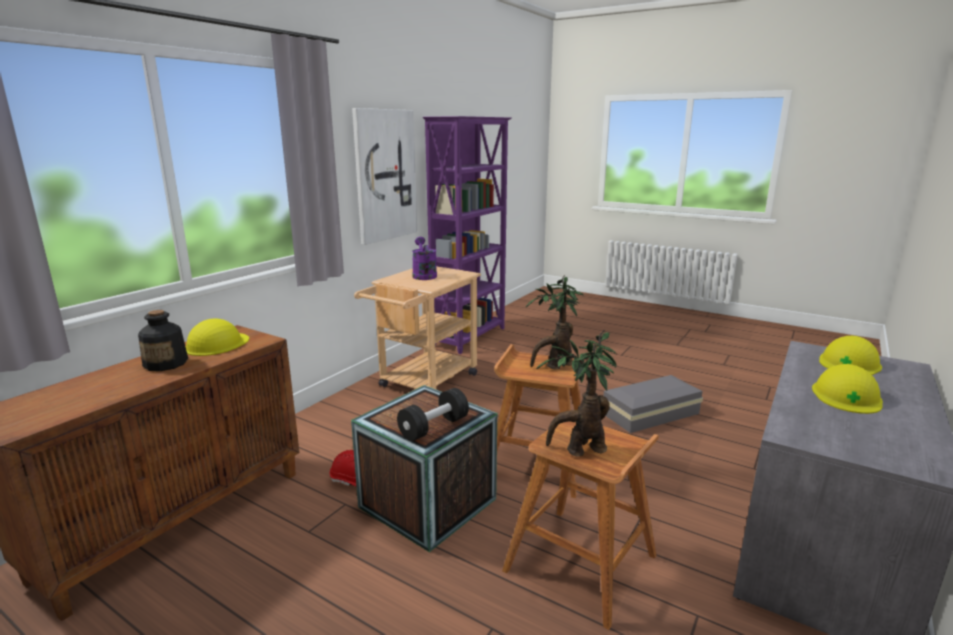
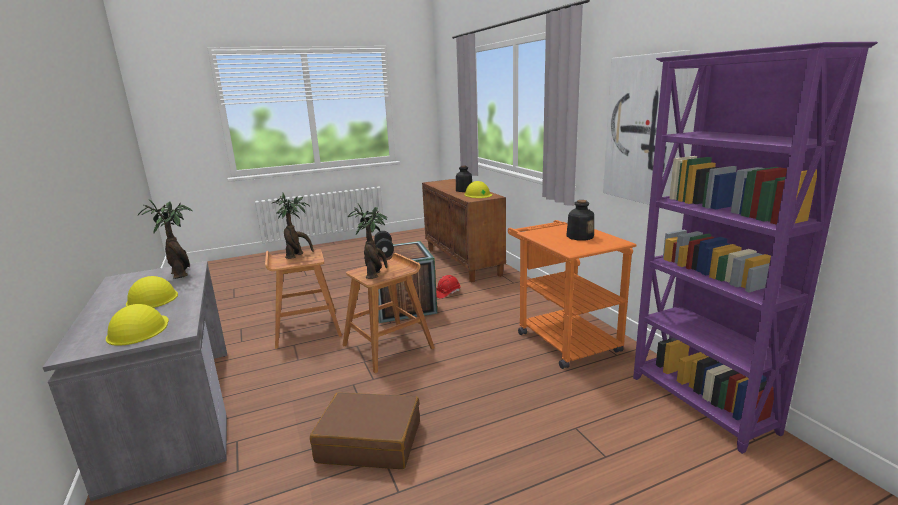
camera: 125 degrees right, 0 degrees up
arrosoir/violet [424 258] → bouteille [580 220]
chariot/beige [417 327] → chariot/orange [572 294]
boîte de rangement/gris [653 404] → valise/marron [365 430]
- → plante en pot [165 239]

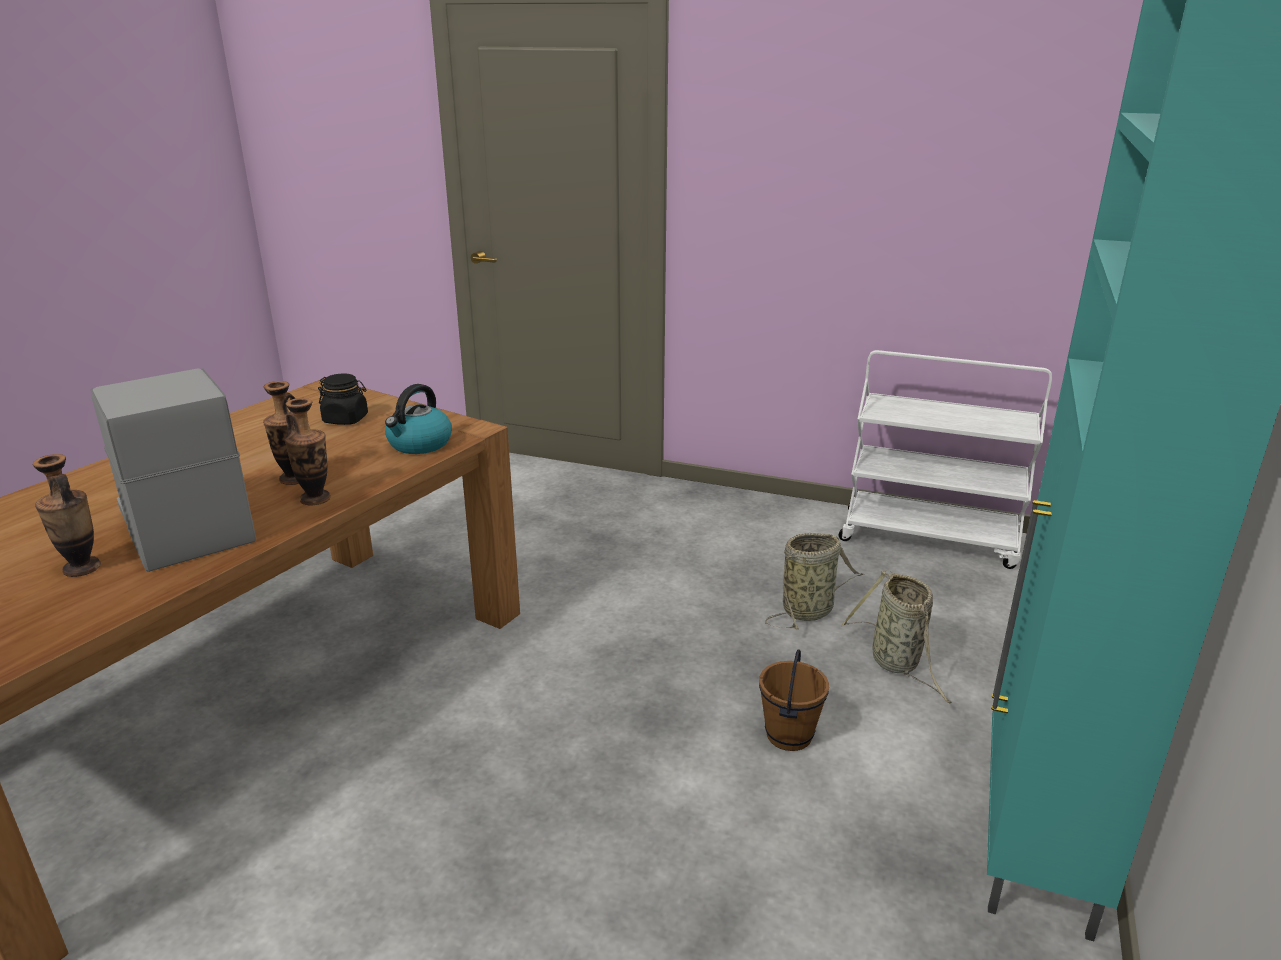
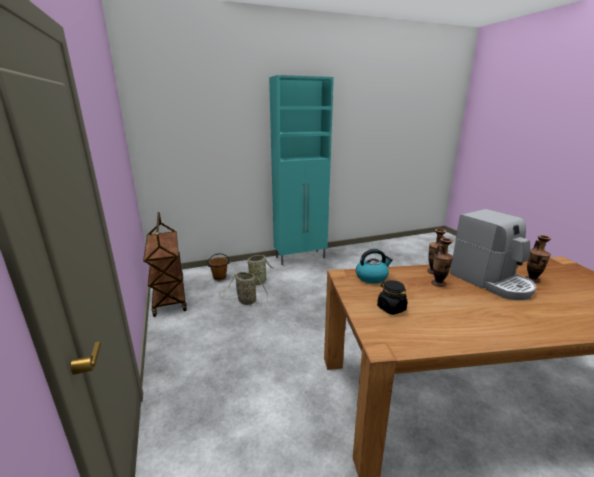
camera: 130 degrees left, 5 degrees down
chariot/blanc [945 459] → chariot/marron [165 264]
machine à café [173 470] → machine à café [493 254], 45 degrees counterclockwise
seau/marron [794 700] → seau/marron [218 267], shifted

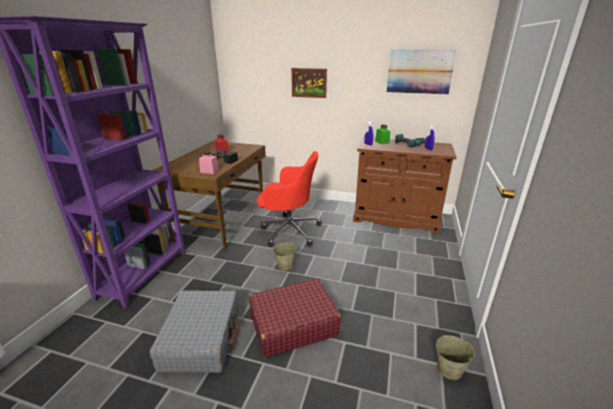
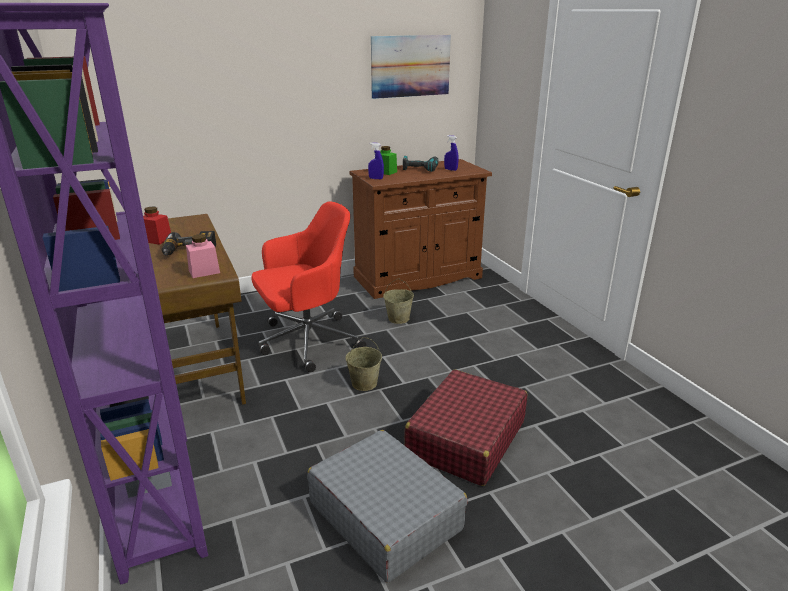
camera: 40 degrees left, 0 degrees up
tableau [309 83] → -
seau/beige [455 356] → seau/beige [398 301], shifted

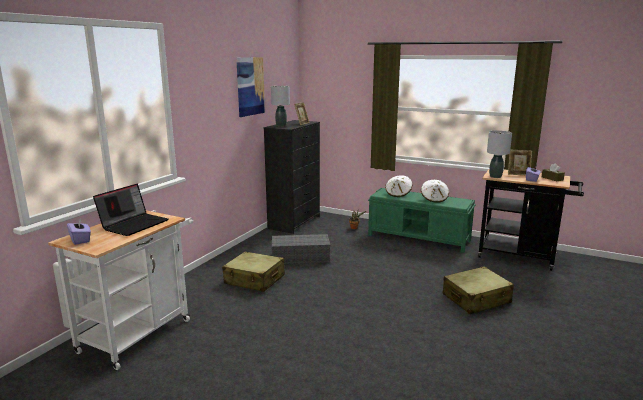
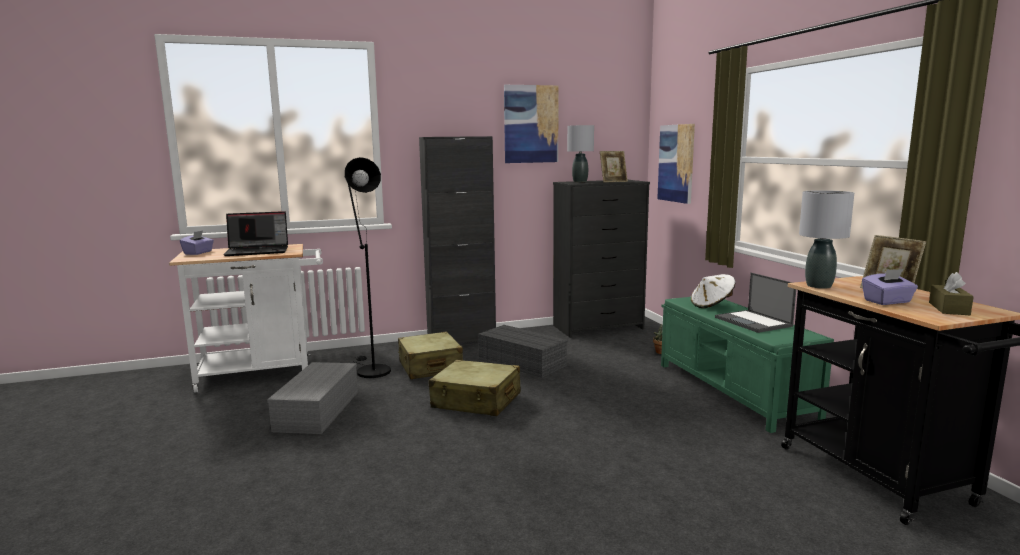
camera: 45 degrees right, 5 degrees down
chapeau/blanc [435 191] → ordinateur portable [755 303]
valise/beige [478 290] → valise/beige [475 388], shifted
- → tableau [676 164]
- → meuble de rangement/noir [457 240]
- → lampadaire/noir [367 267]
- → boîte de rangement/gris [312 398]

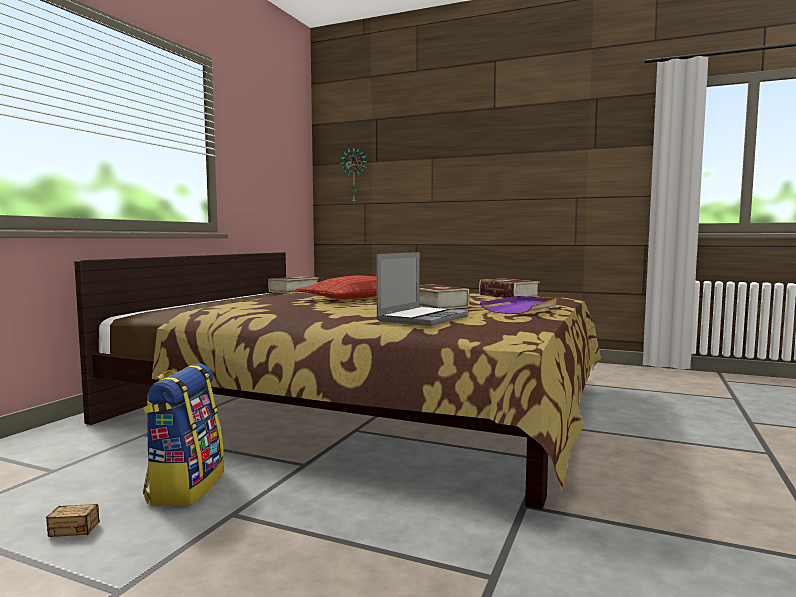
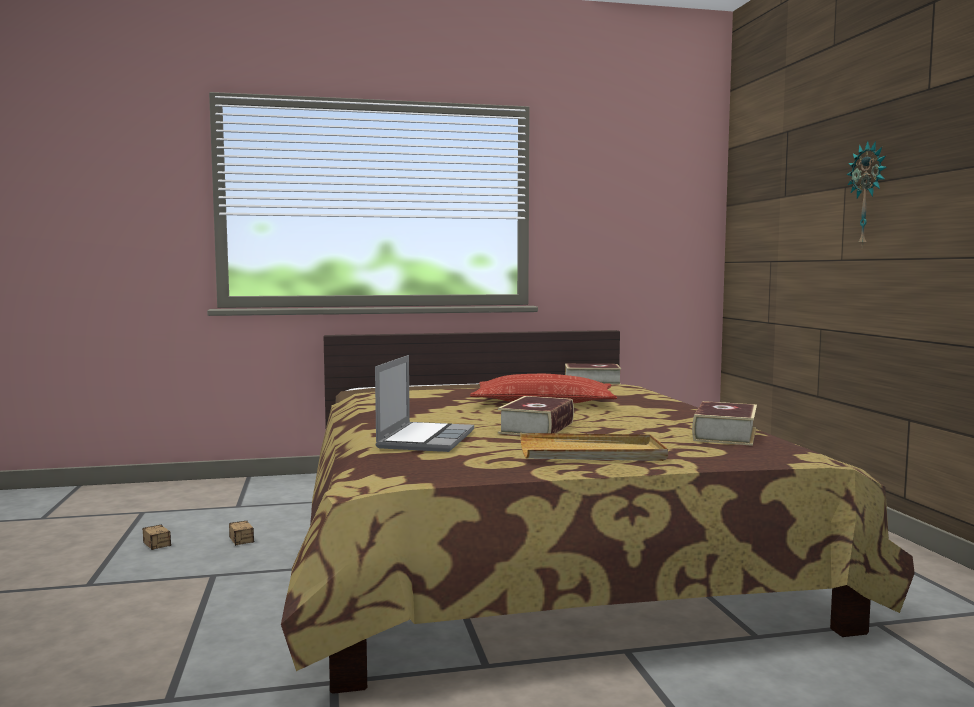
camera: 55 degrees right, 0 degrees up
horloge murale [353 175] → horloge murale [867 194], shifted
ordinateur portable [422 289] → ordinateur portable [424 403], 75 degrees counterclockwise
plateau/violet [518 305] → plateau/beige [594 447]
sac à dos [183 435] → boîte de rangement [245 525]

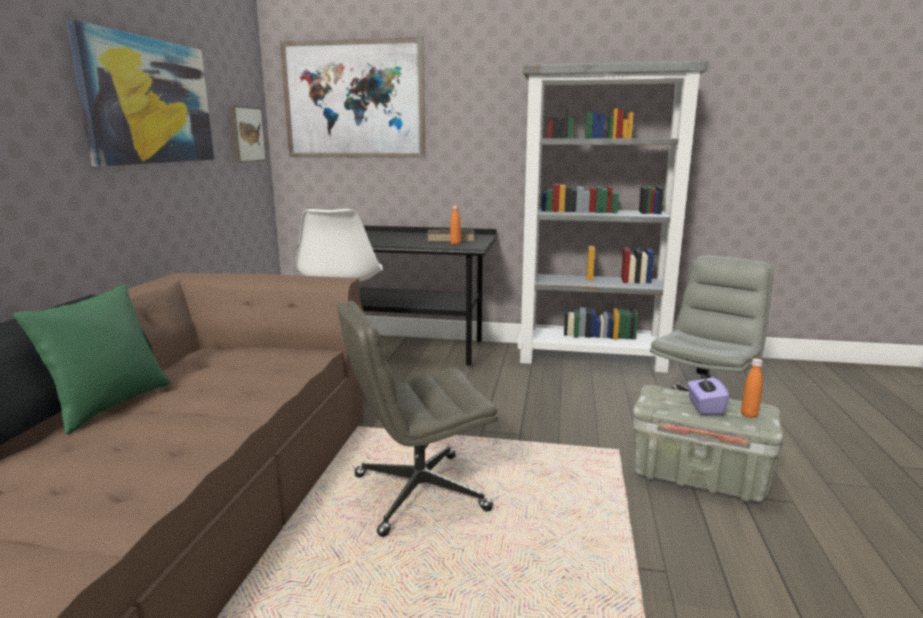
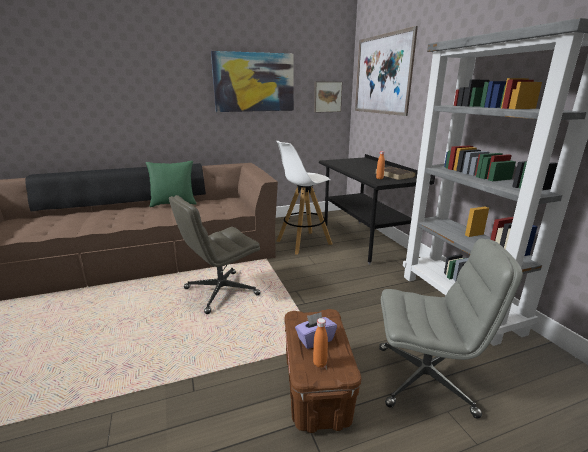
camera: 60 degrees right, 5 degrees up
chaise de bureau/gris [417 419] → chaise de bureau/gris [214 254], 75 degrees counterclockwise
boîte de rangement/gris [708 443] → boîte de rangement/marron [322 371]

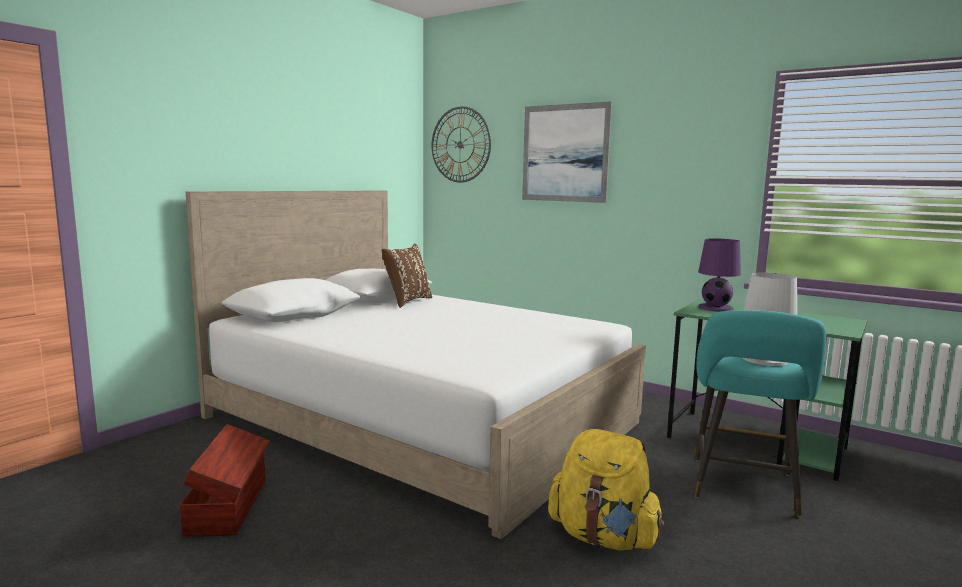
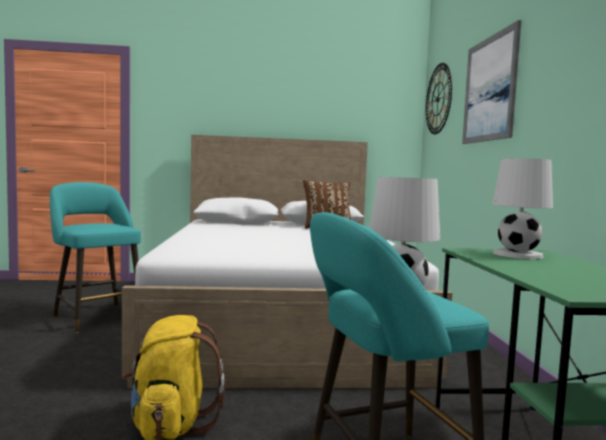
camera: 50 degrees right, 5 degrees down
lampe de table/violet [719 275] → lampe de table/blanc [523 208]
boîte de rangement/marron [225 480] → tabouret/turquoise [95 257]

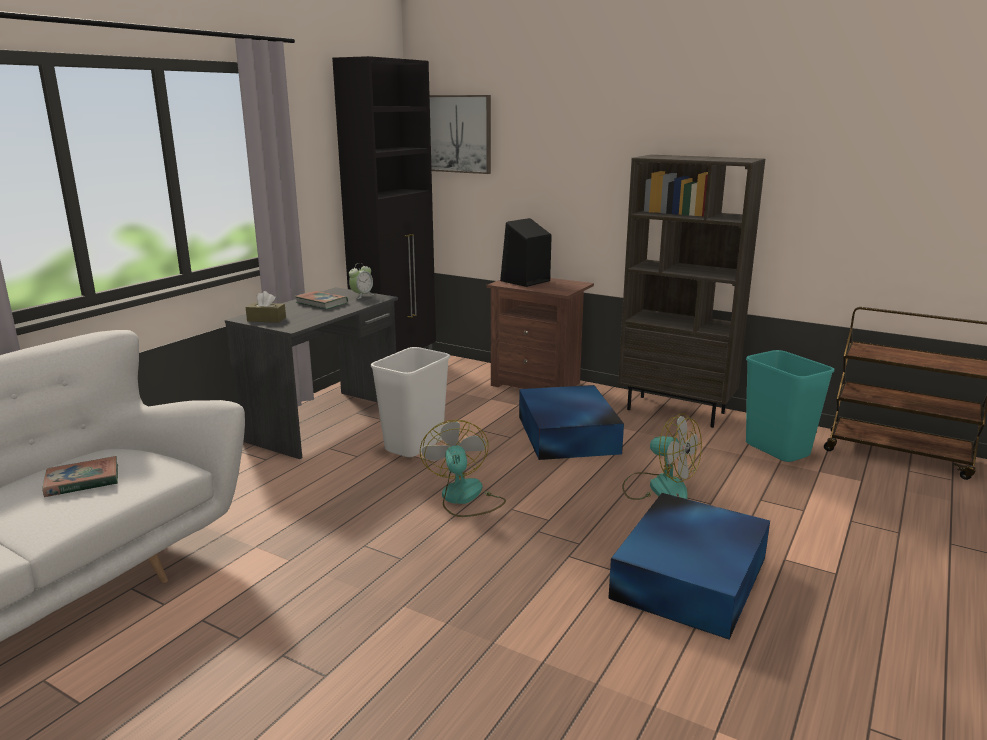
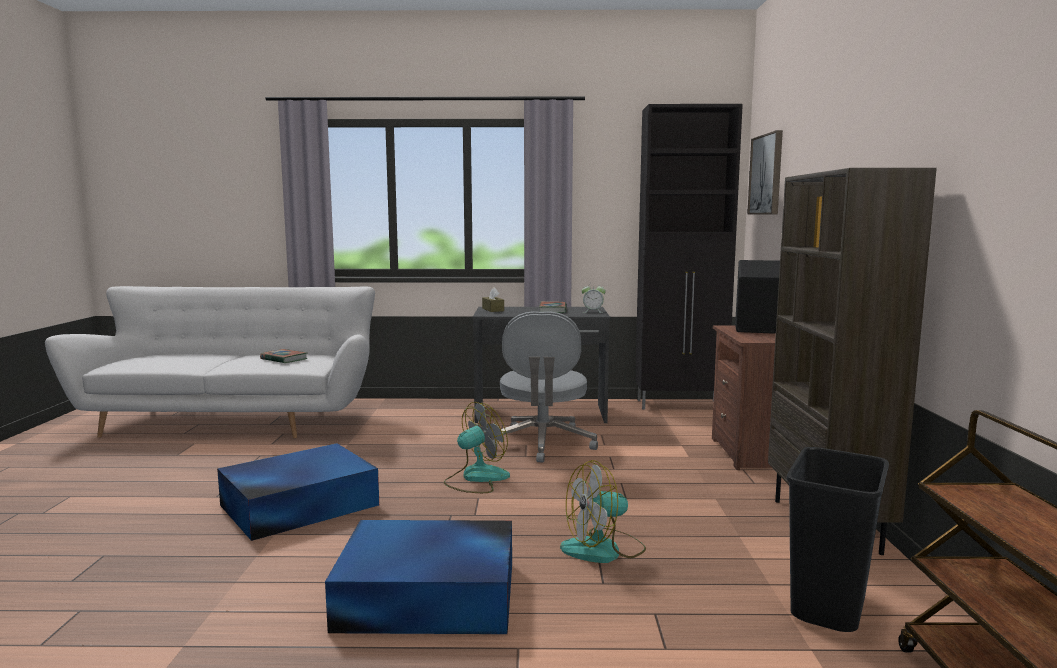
camera: 60 degrees right, 10 degrees down
poubelle/blanc [410 402] → chaise de bureau/gris [543 387]
poubelle/turquoise [790 406] → poubelle/noir [838 539]
boîte de rangement/bleu [571 422] → boîte de rangement/bleu [298 492], shifted
ventilateur [662 457] → ventilateur [603 511], 60 degrees clockwise

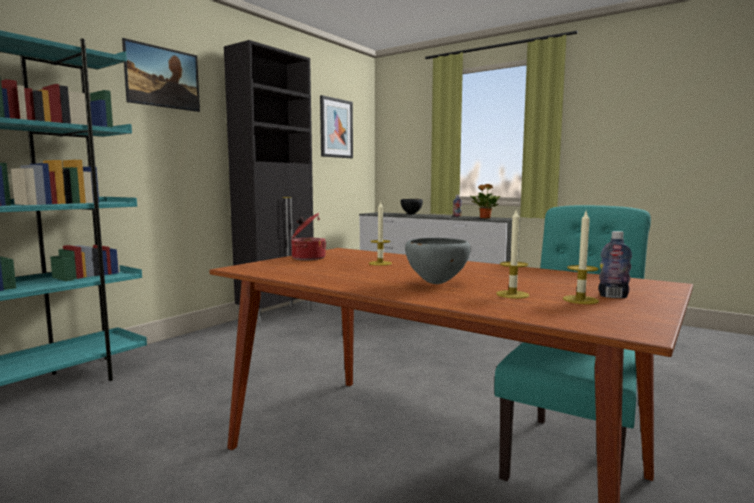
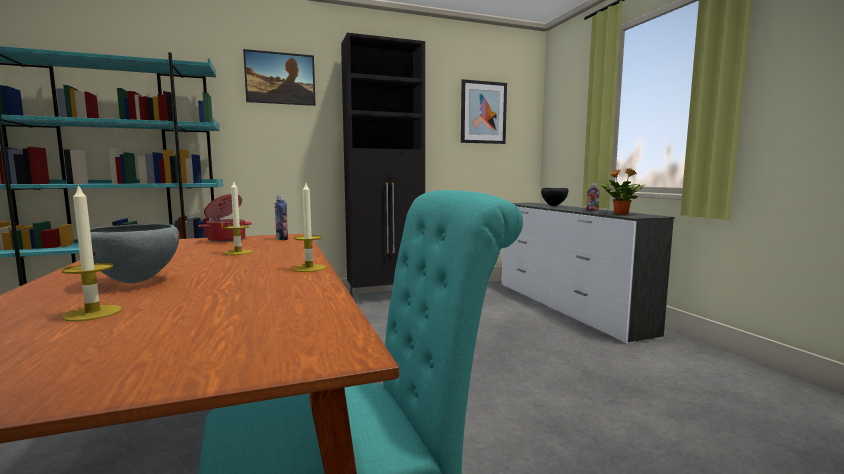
camera: 35 degrees right, 0 degrees up
bougie [581 256] → bougie [309 227], shifted
bouteille [615 264] → bouteille [281 217], shifted

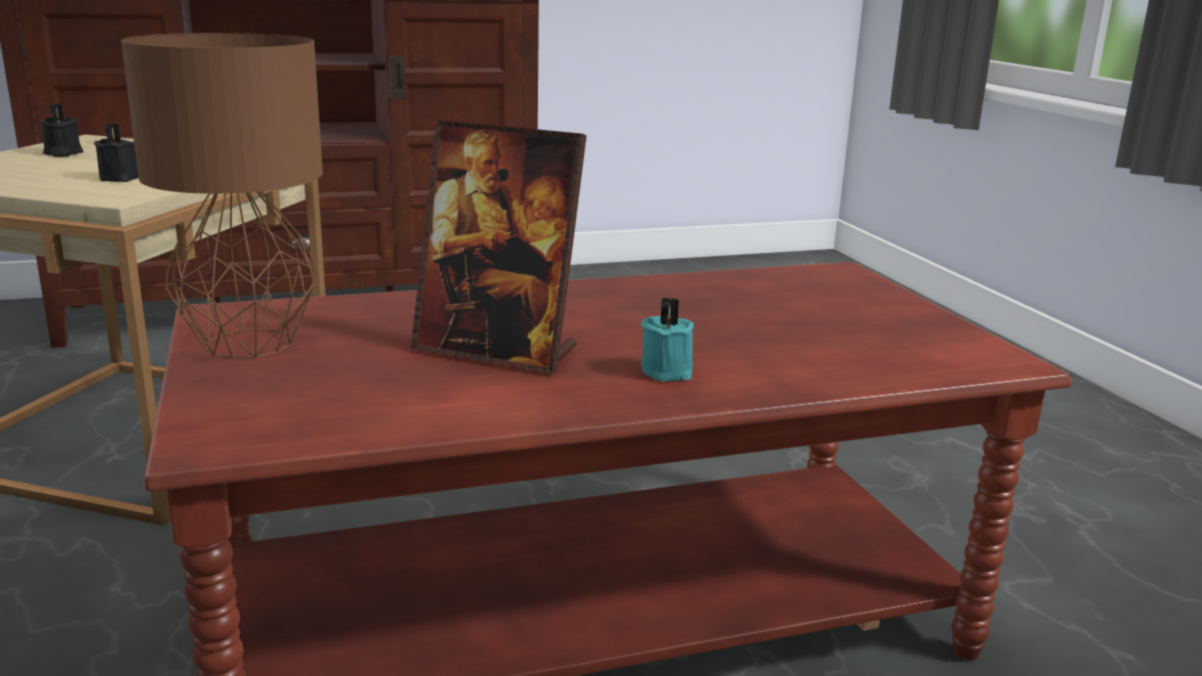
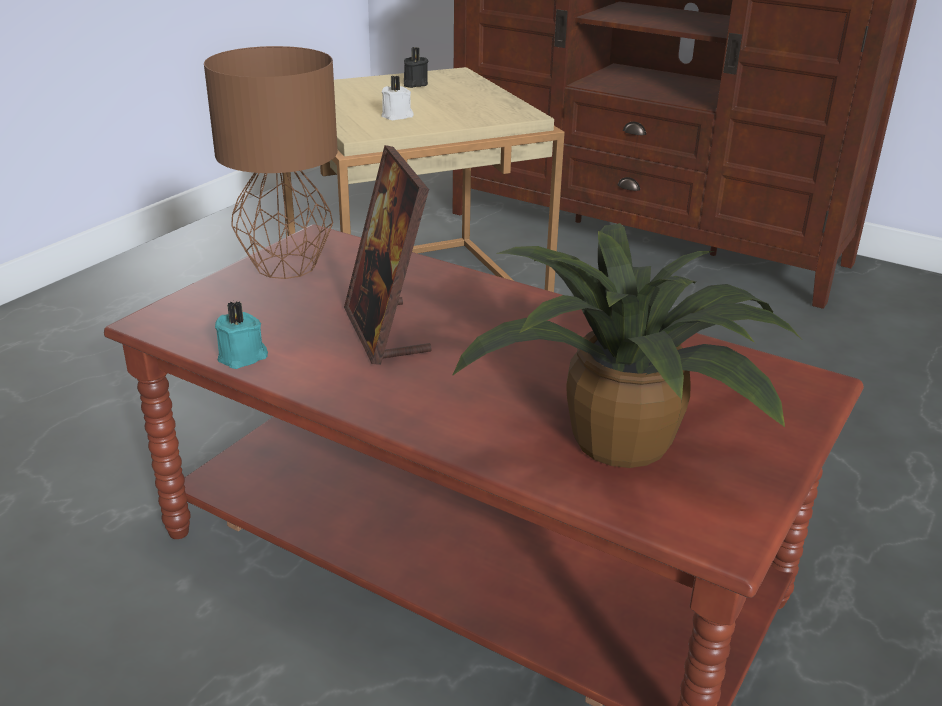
camera: 50 degrees right, 10 degrees up
bougie/noir [116 152] → bougie/blanc [397 98]
bougie/turquoise [667 339] → bougie/turquoise [241 335], shifted
- → plante en pot [626 345]

